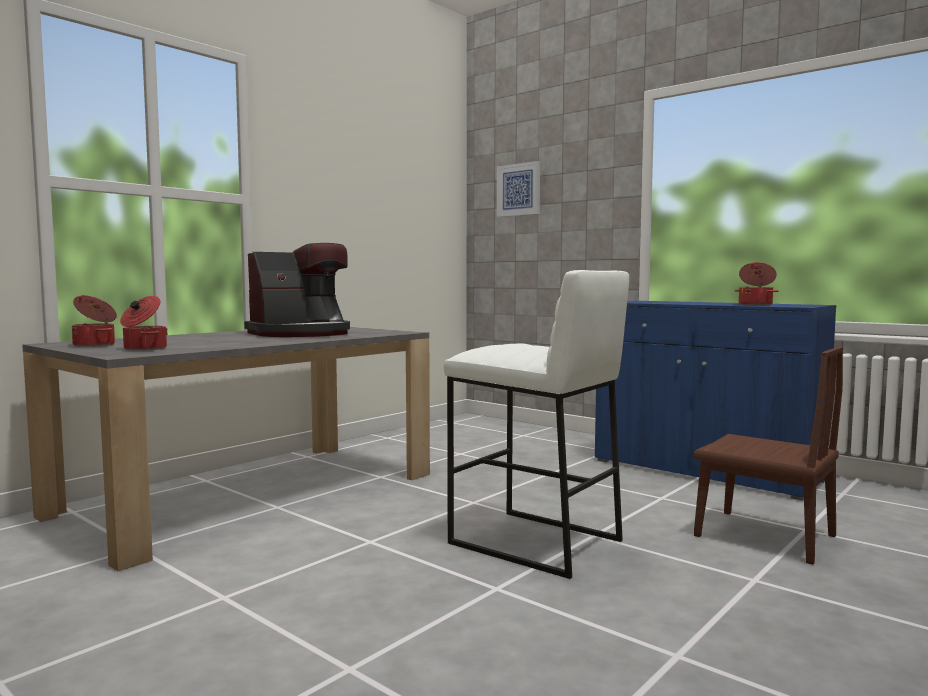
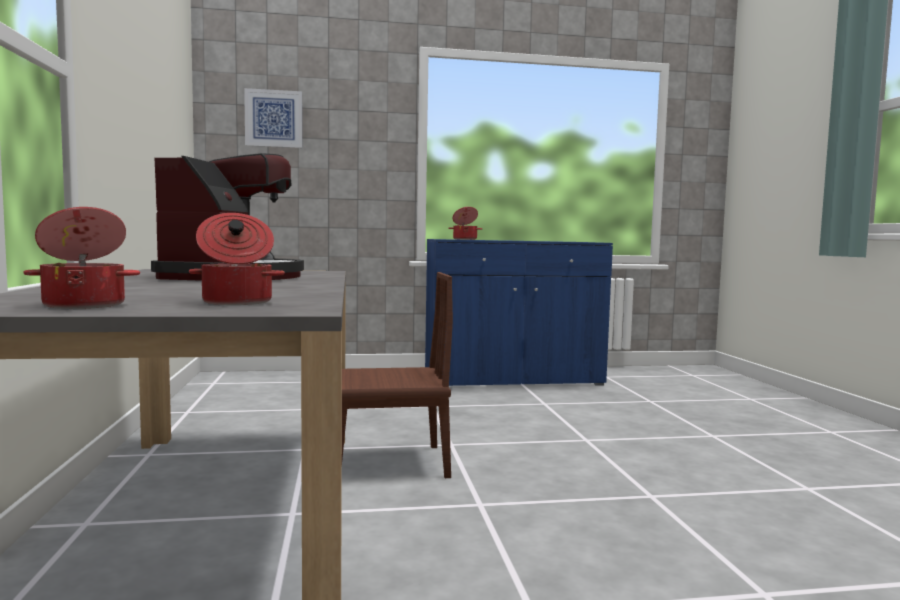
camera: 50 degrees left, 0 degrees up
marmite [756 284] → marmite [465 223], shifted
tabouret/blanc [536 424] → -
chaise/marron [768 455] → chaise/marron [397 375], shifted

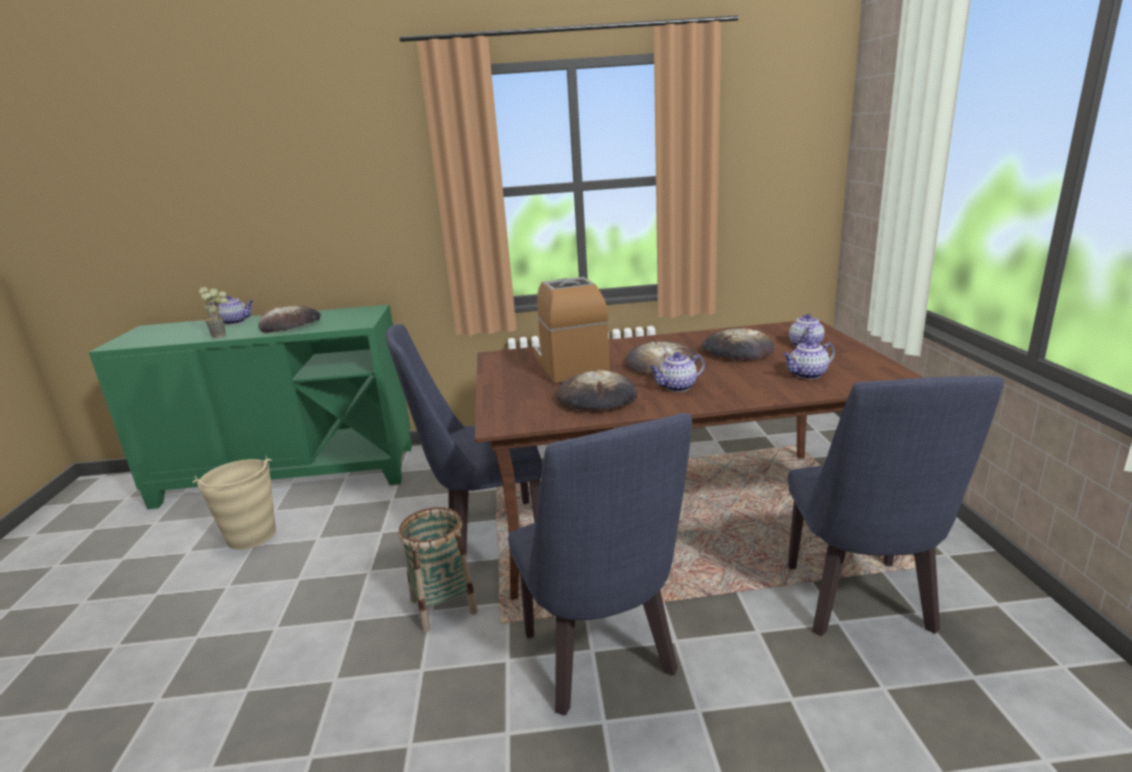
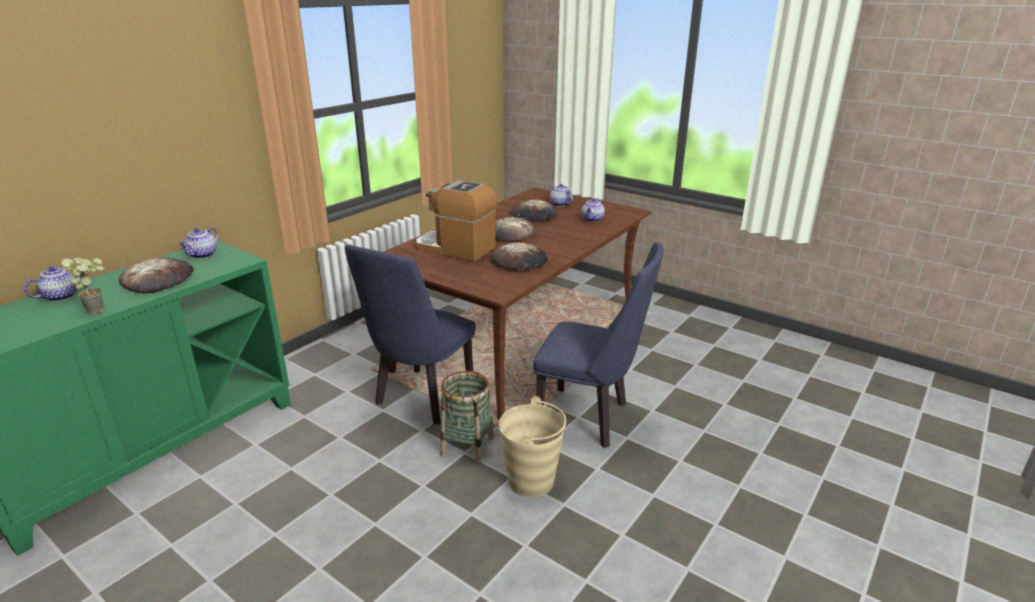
camera: 50 degrees left, 5 degrees up
théière [677 372] → théière [199 242], shifted
chaise/bleu [896 506] → -
seau/beige [234 502] → seau/beige [532 446], shifted

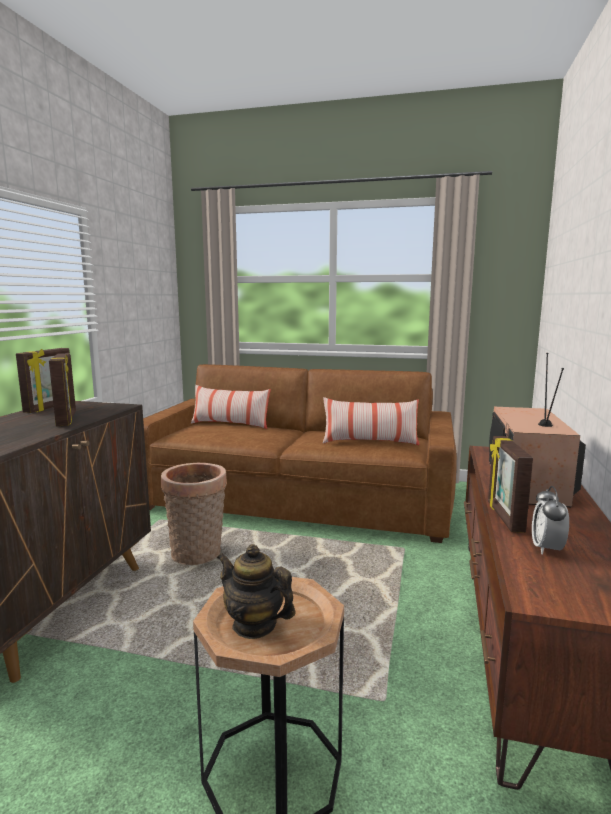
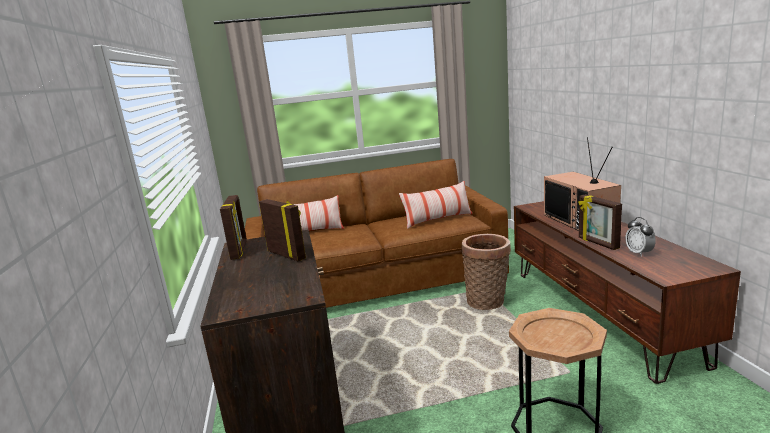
camera: 25 degrees left, 5 degrees up
panier [194 514] → panier [486 272], shifted
théière [256 591] → -

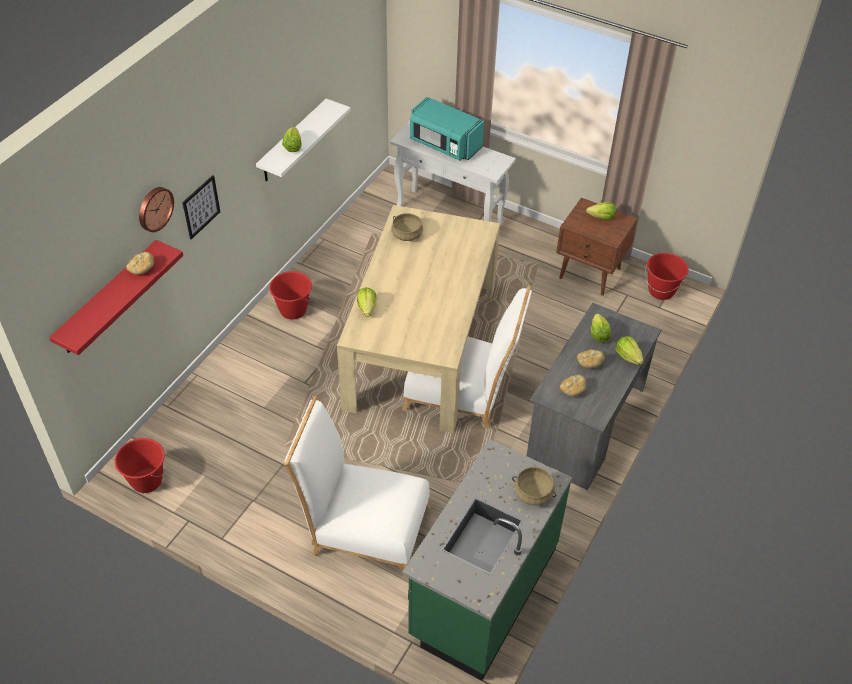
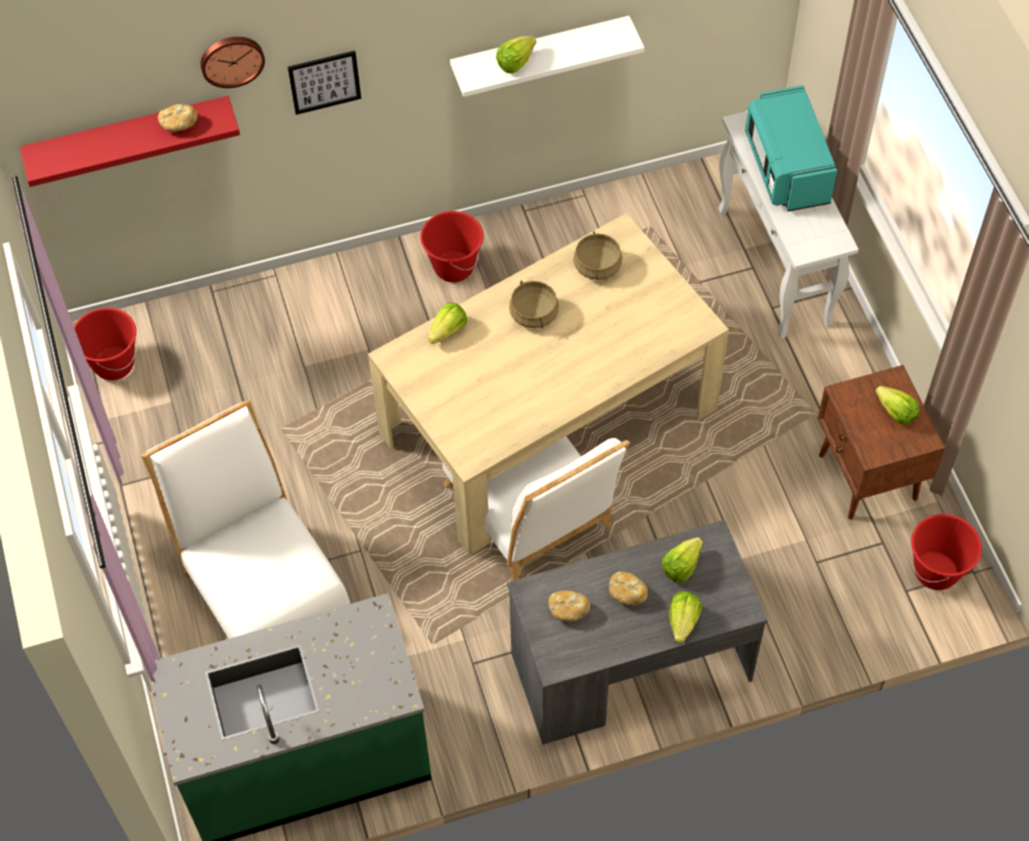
camera: 45 degrees right, 10 degrees up
marmite/beige [534 486] → marmite/beige [534 304], shifted

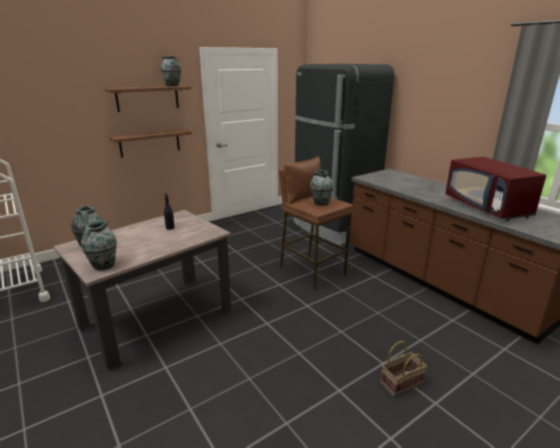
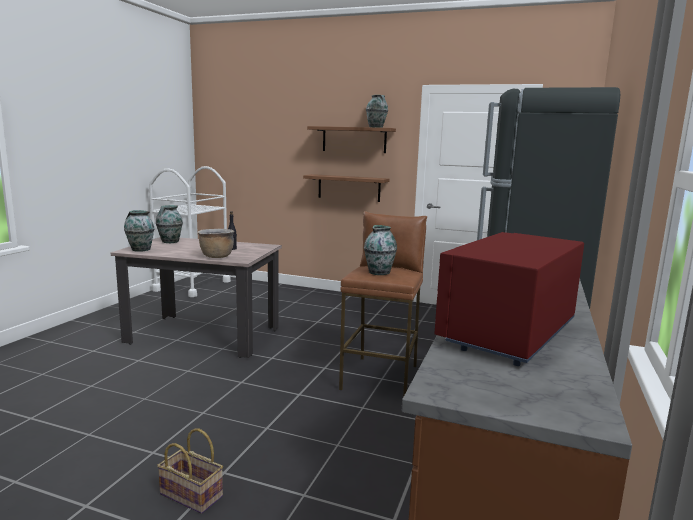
camera: 55 degrees right, 10 degrees down
- → marmite/marron [216 243]

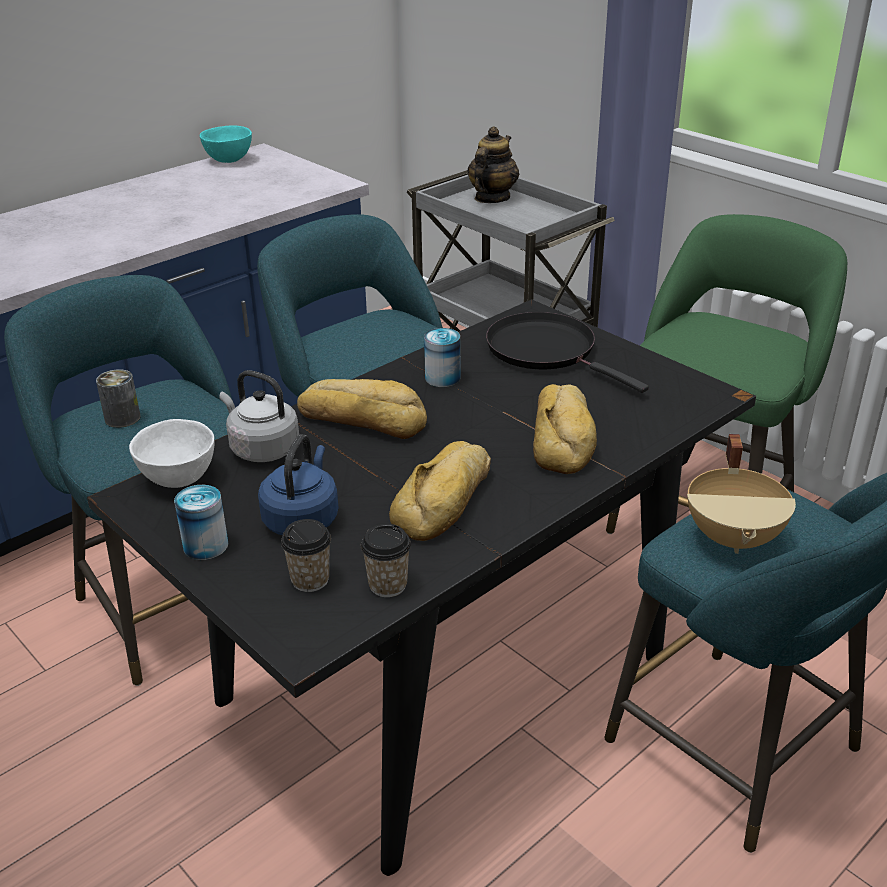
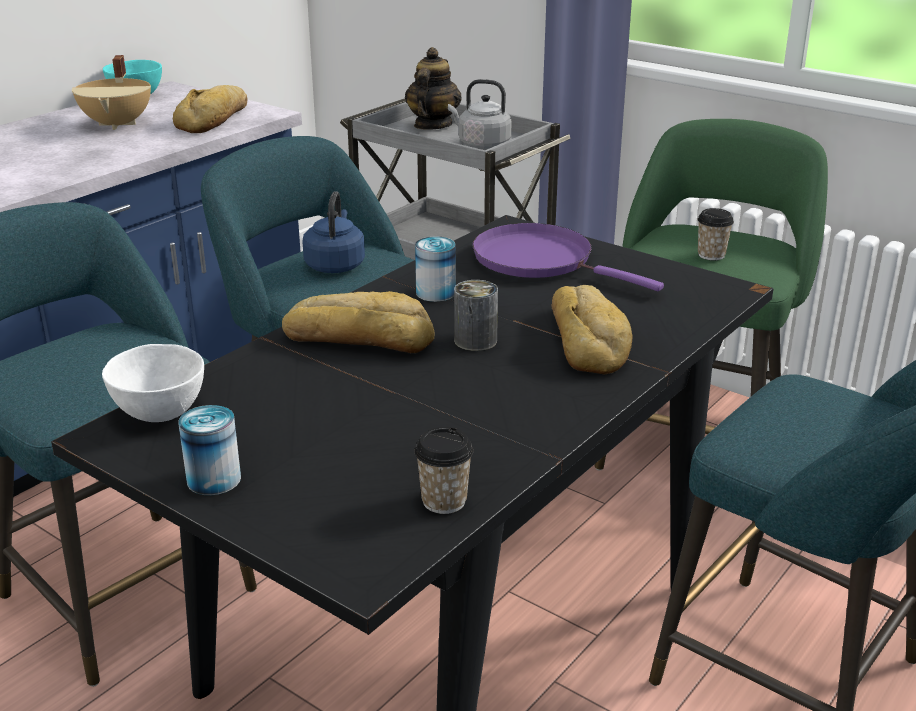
camera: 10 degrees left, 5 degrees down
poêle/noir [567 352] → poêle/violet [568 257]
boîte métallique [118 398] → boîte métallique [476 315], shifted
bouilloire/gris [259 416] → bouilloire/gris [480 114], shifted
bouilloire/bleu [298 484] → bouilloire/bleu [334 232], shifted
marmite/beige [741 494] → marmite/beige [111 92], shifted
pain [440 491] → pain [210 109], shifted
tasse [306 555] → tasse [715 234], shifted

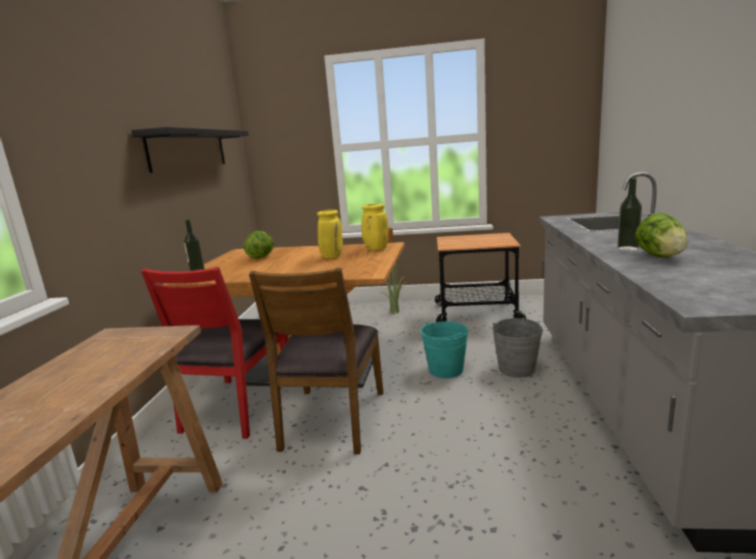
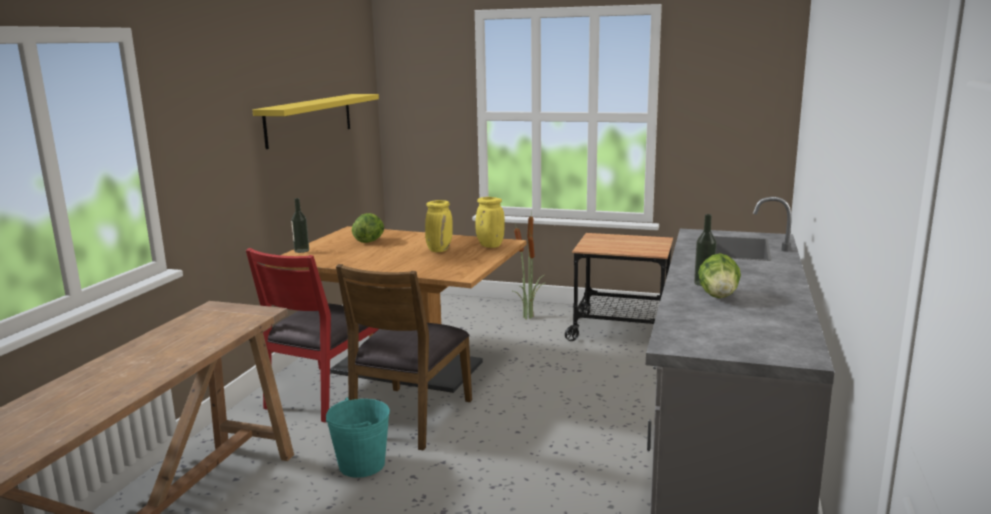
camera: 10 degrees right, 0 degrees up
étagère/noir [190 150] → étagère/jaune [316 121]
seau/gris [517 348] → -
seau/turquoise [445 349] → seau/turquoise [358 437], shifted

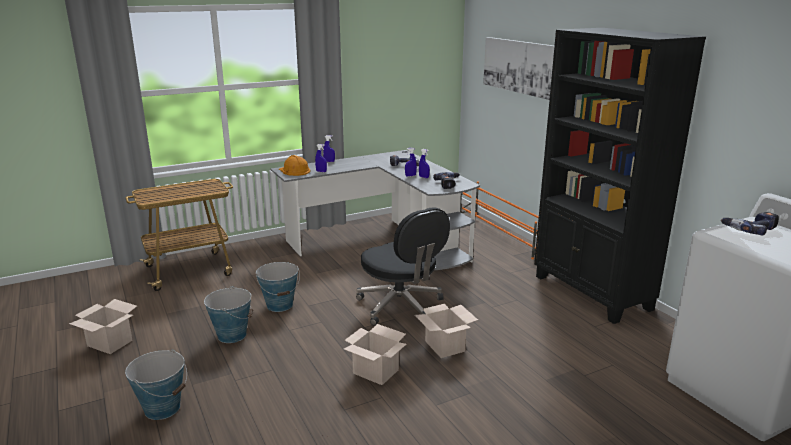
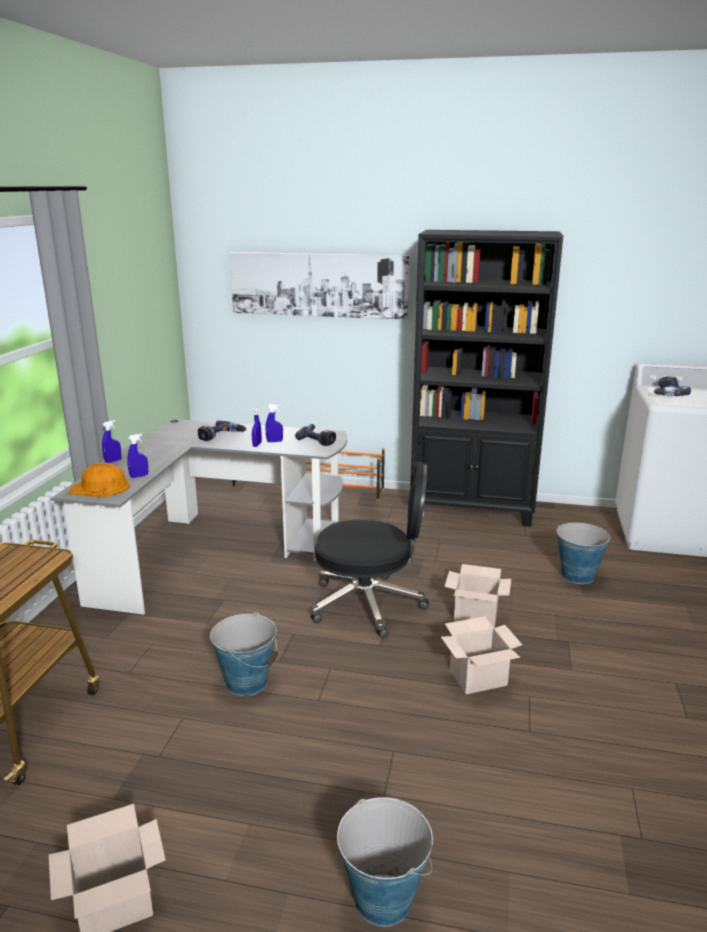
camera: 50 degrees left, 0 degrees up
seau [228 314] → seau [584 553], shifted

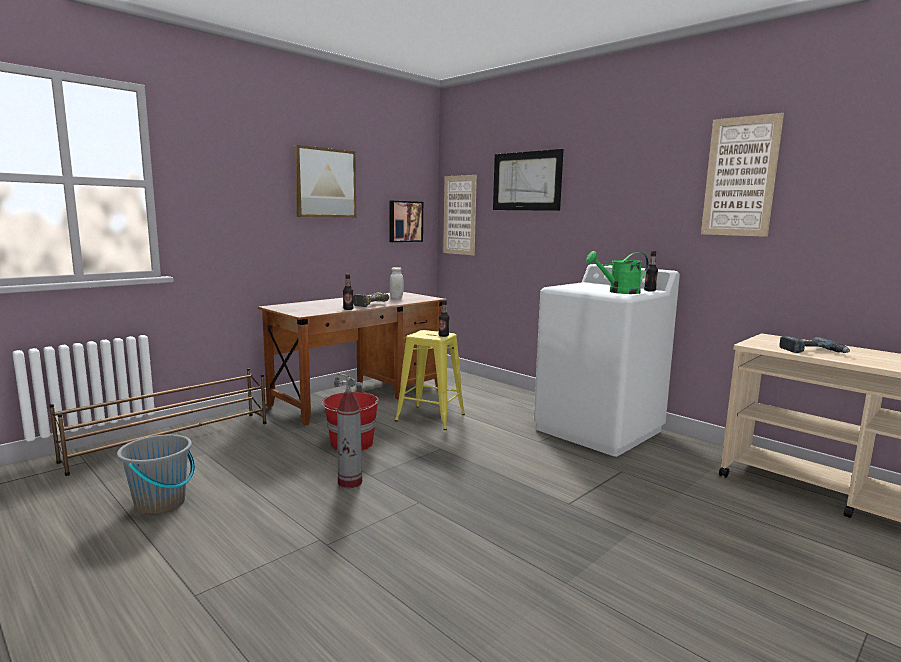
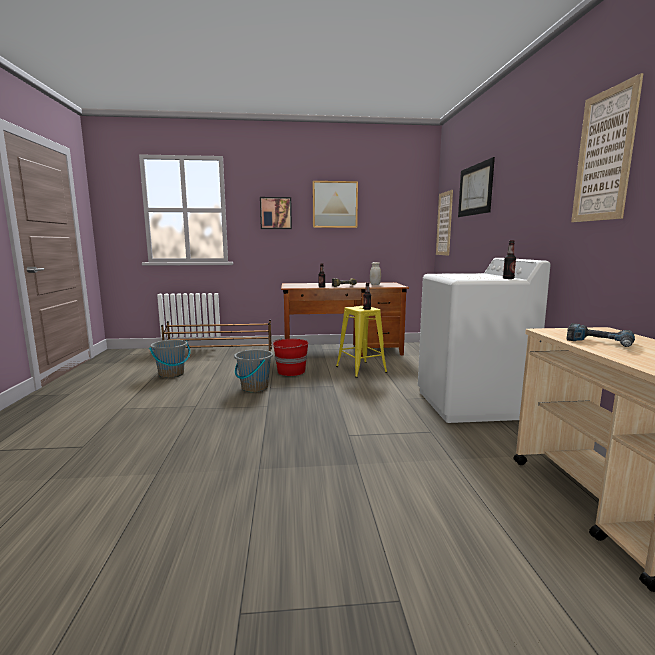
camera: 40 degrees right, 0 degrees up
tableau [406 221] → tableau [276 213], shifted
arrosoir/vert [617 272] → -
extincteur [348 430] → seau/gris [253 371]

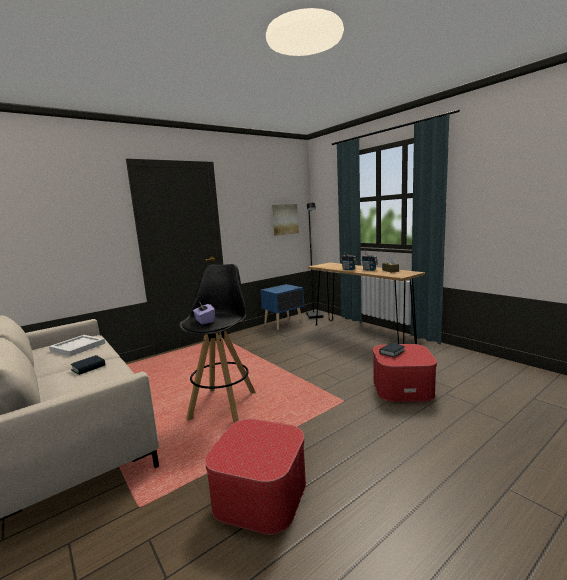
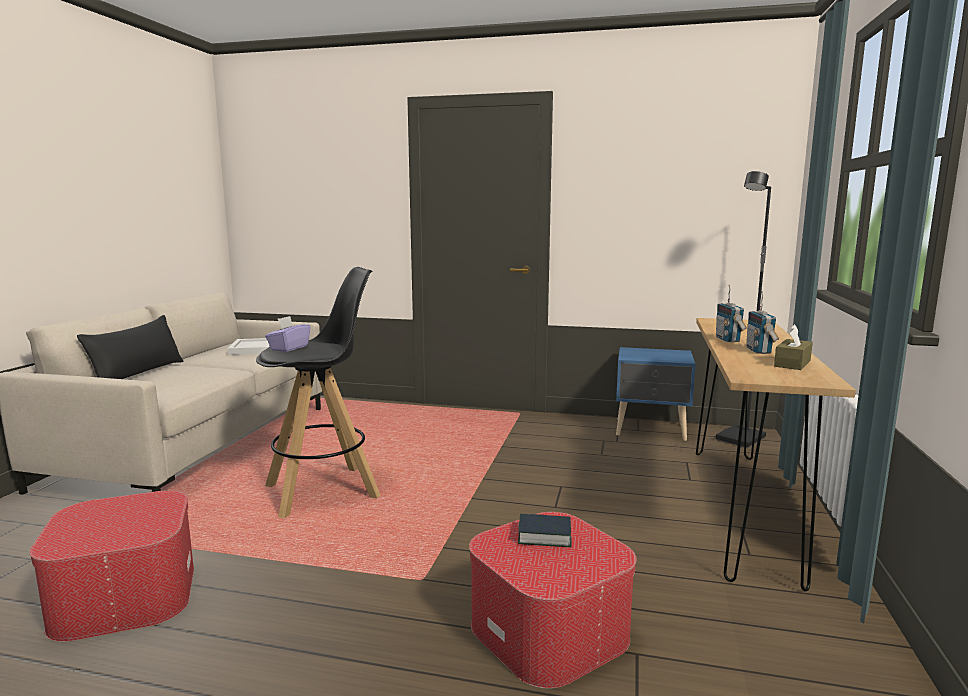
camera: 50 degrees right, 0 degrees up
tableau [285 220] → -
livre [88 365] → -
- → coussin/noir [130 347]

